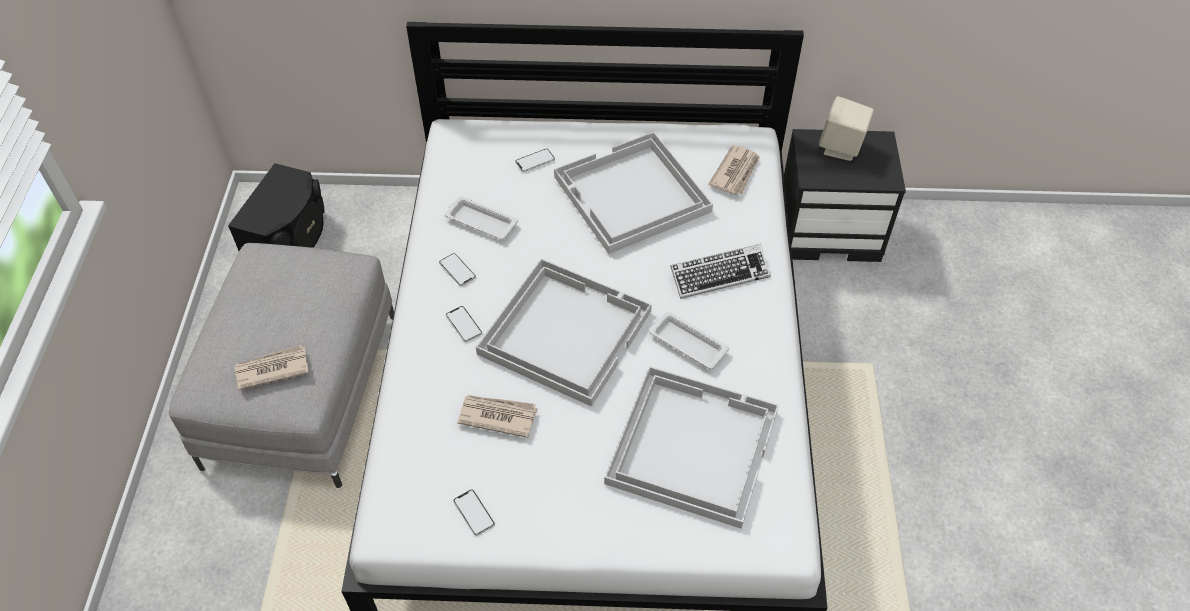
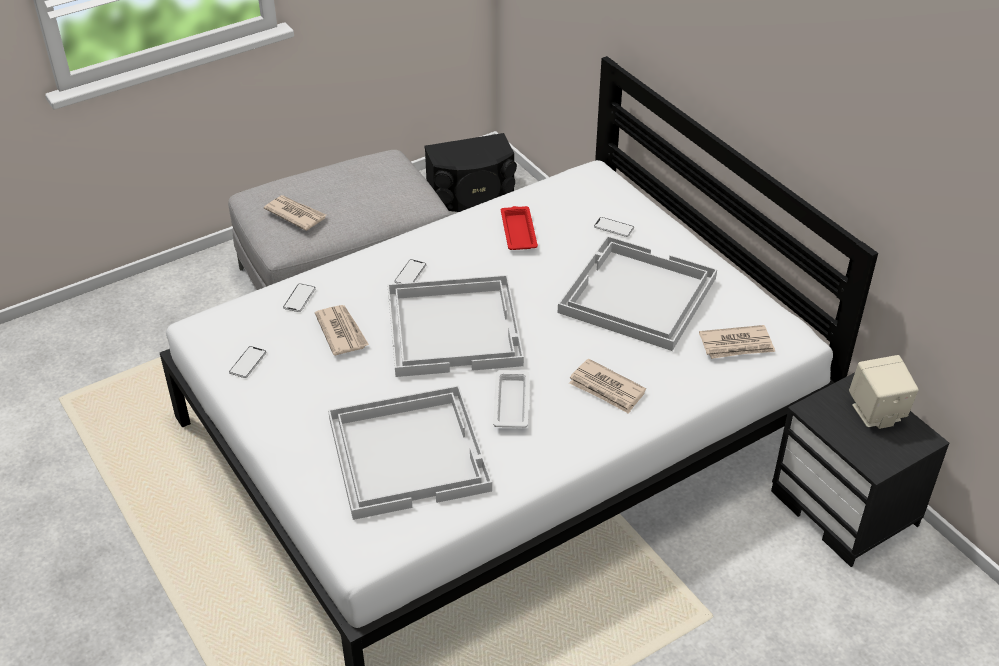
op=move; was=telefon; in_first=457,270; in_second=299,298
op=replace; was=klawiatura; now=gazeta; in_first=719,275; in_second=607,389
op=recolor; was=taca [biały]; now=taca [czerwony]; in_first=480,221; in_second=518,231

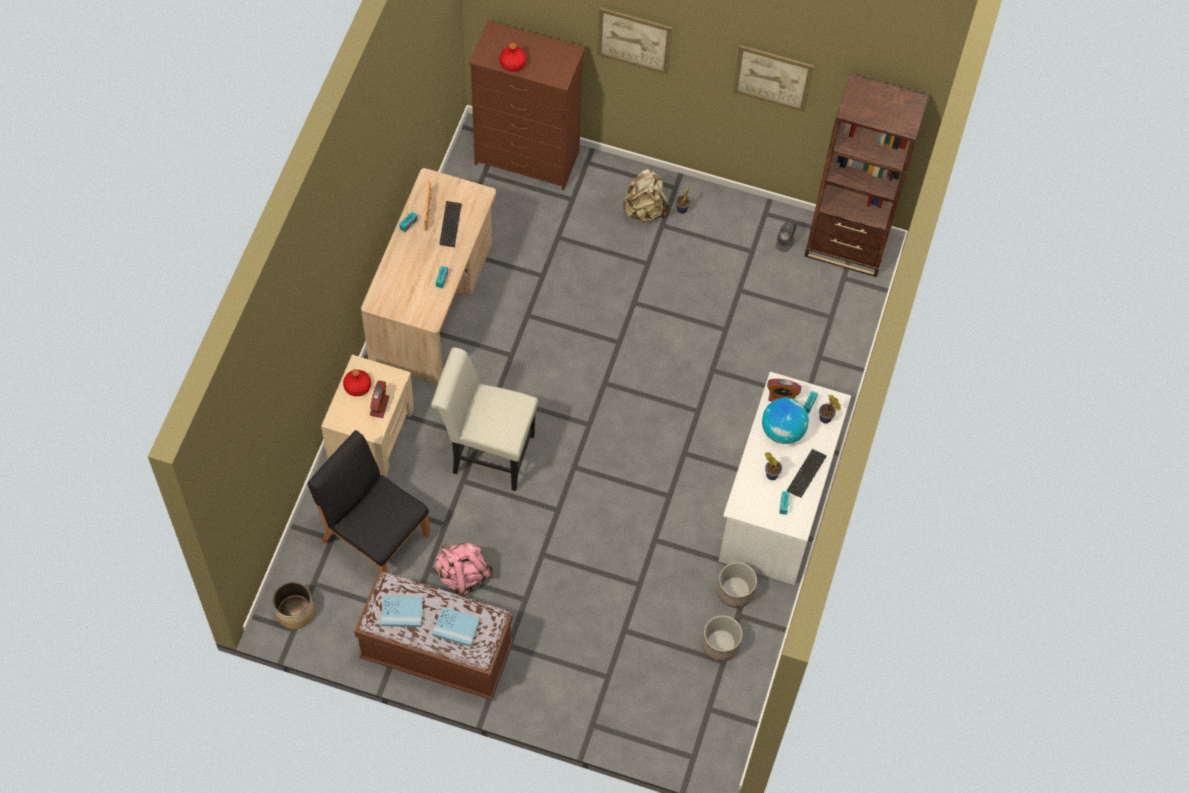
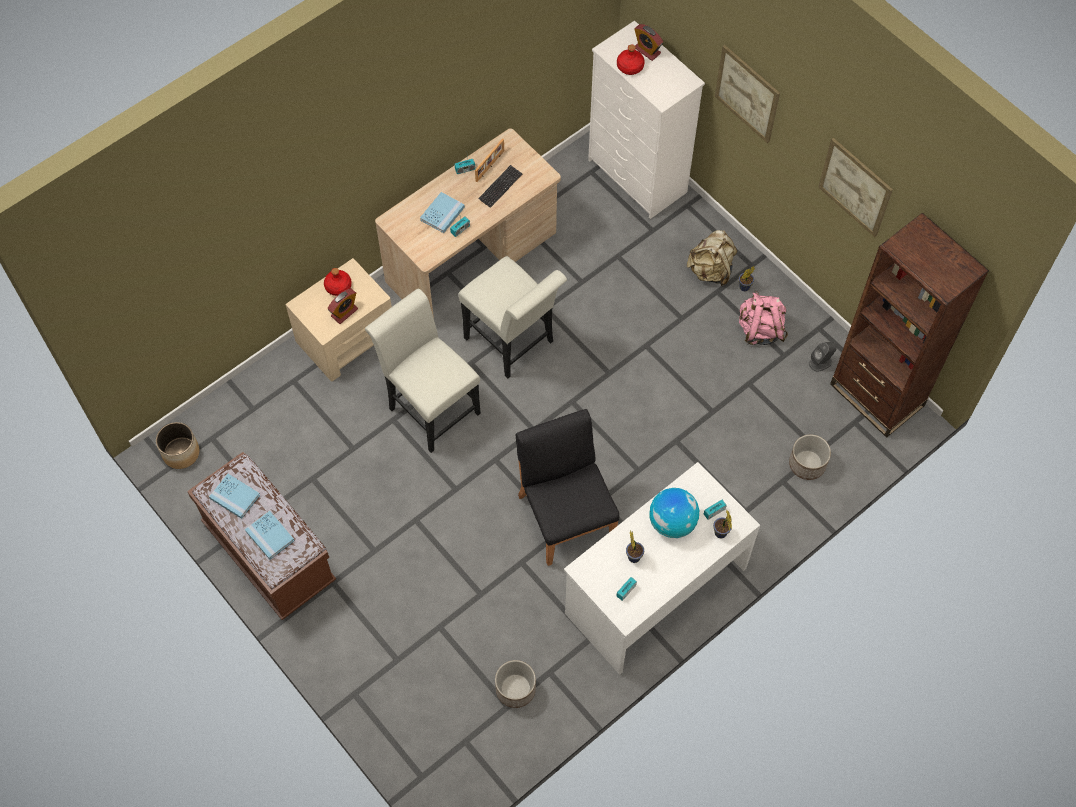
op=delete; was=klawiatura; in_first=806,474
op=insert; now=książka [niebieski]; in_second=442,213
op=insert; now=krzesło [biały]; in_second=513,344
op=move; was=krzesło [czarny]; in_first=375,536; in_second=566,516
op=move; was=plecak [różowy]; in_first=463,575; in_second=760,330
op=move; was=donica; in_first=735,591; in_second=807,464
op=move; was=budzik; in_first=781,397; in_second=647,50
op=recolor; was=komoda [brązowy]; now=komoda [biały]; in_first=527,158; in_second=637,177

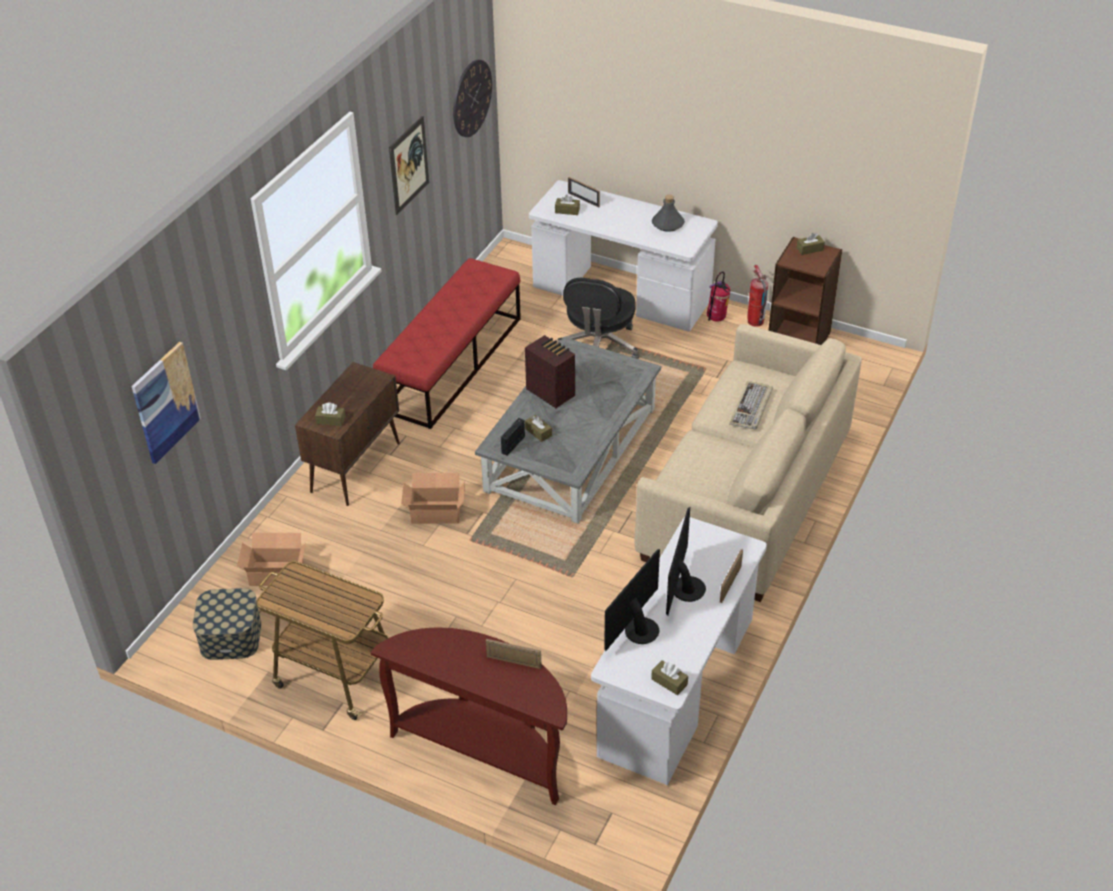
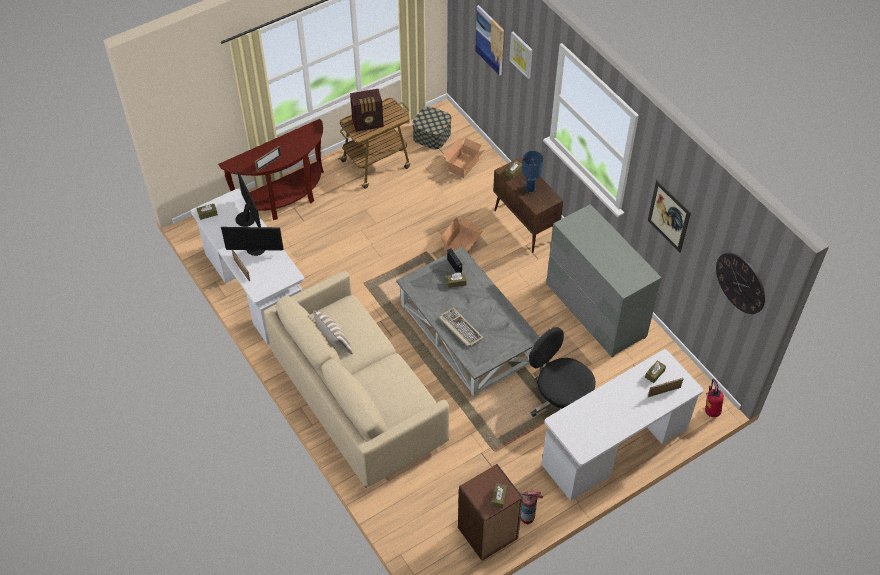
op=delete; was=butelka [szary]; in_first=667,224
op=insert; now=poduszka; in_second=334,344
op=insert; now=obraz; in_second=521,54
op=insert; now=lampa stołowa [niebieski]; in_second=530,189
op=move; was=radio; in_first=550,392; in_second=368,123
op=move; was=gaśnica; in_first=716,319; in_second=710,411
op=move; was=klawiatura; in_first=751,407; in_second=460,328
op=replace; was=ławka [czerwony]; now=komoda [szary]; in_first=452,363; in_second=595,311
op=rotate; was=monitor; in_first=684,588; in_second=256,250; clockwise=135

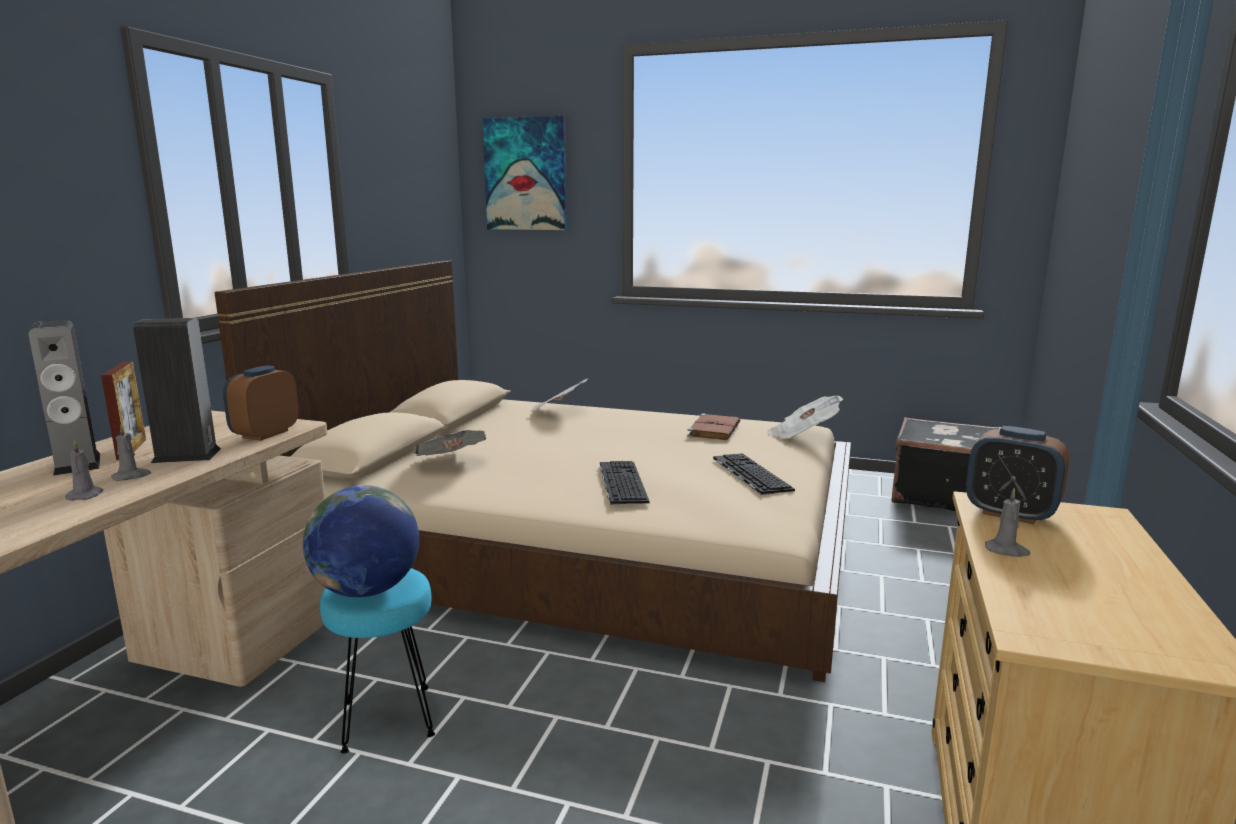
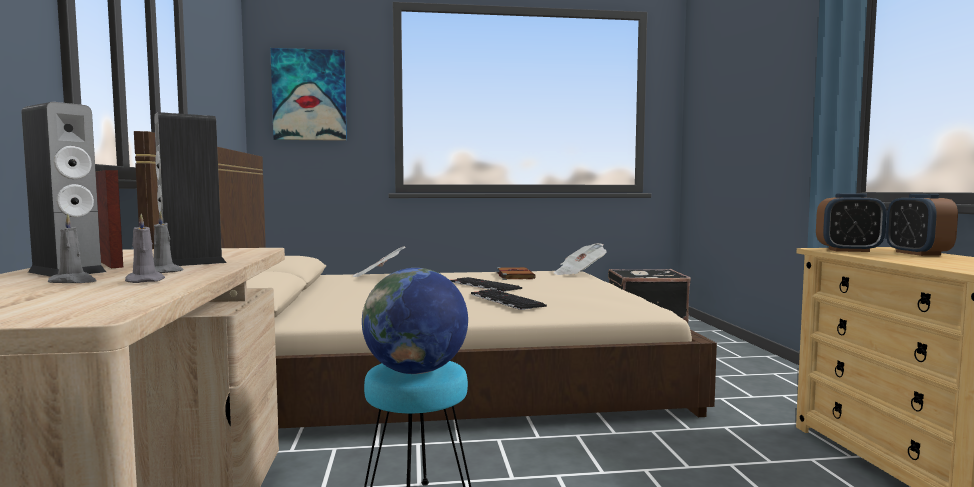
op=delete; was=gazeta; in_first=450,463
op=move; was=budzik; in_first=265,434; in_second=917,253
op=move; was=klawiatura; in_first=749,474; in_second=483,285
op=move; was=świeca [szary]; in_first=1007,551; in_second=74,282

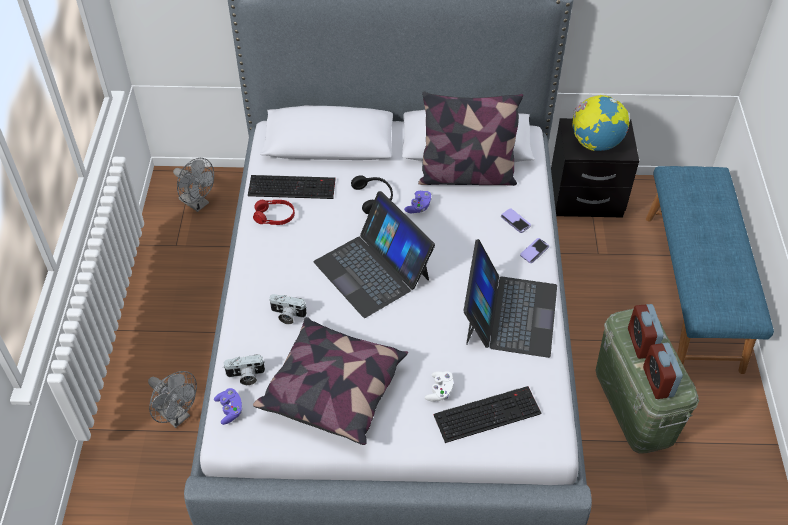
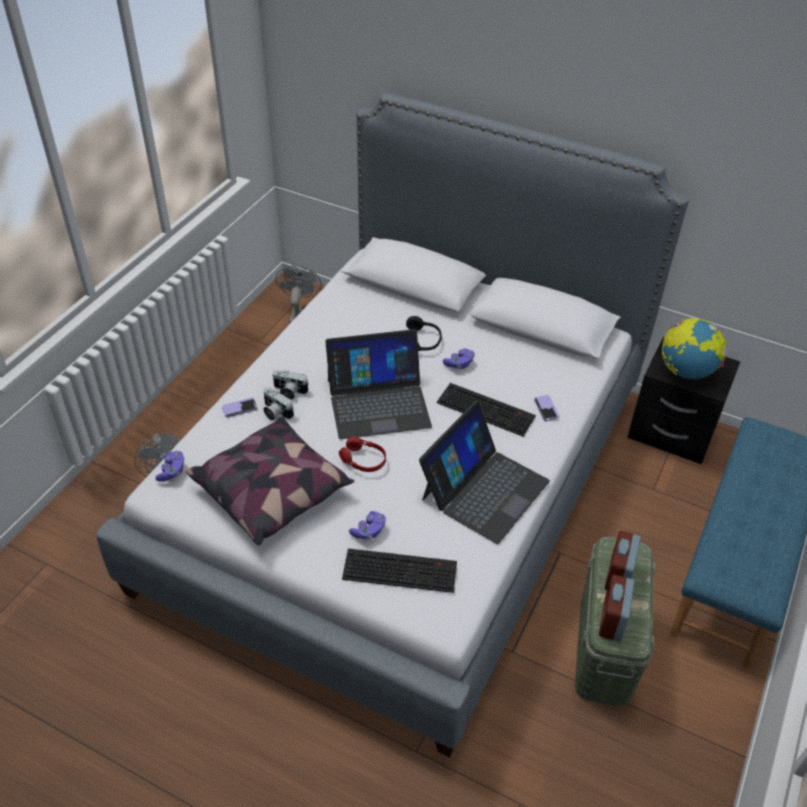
op=delete; was=poduszka; in_first=466,175
op=move; was=aparat fotograficzny; in_first=245,376; in_second=289,391
op=move; was=klawiatura; in_first=293,186; in_second=487,409
op=move; was=słuchawki [czerwony]; in_first=274,217; in_second=363,460
op=move; was=telefon; in_first=534,251; in_second=240,408
op=recolor; was=pad do gier [biały]; now=pad do gier [fioletowy]; in_first=439,391; in_second=369,531
op=rotate; was=wentylator [szary]; in_first=197,203; in_second=299,313; clockwise=-150
op=rotate; was=laptop; in_first=372,270; in_second=378,402; clockwise=-90

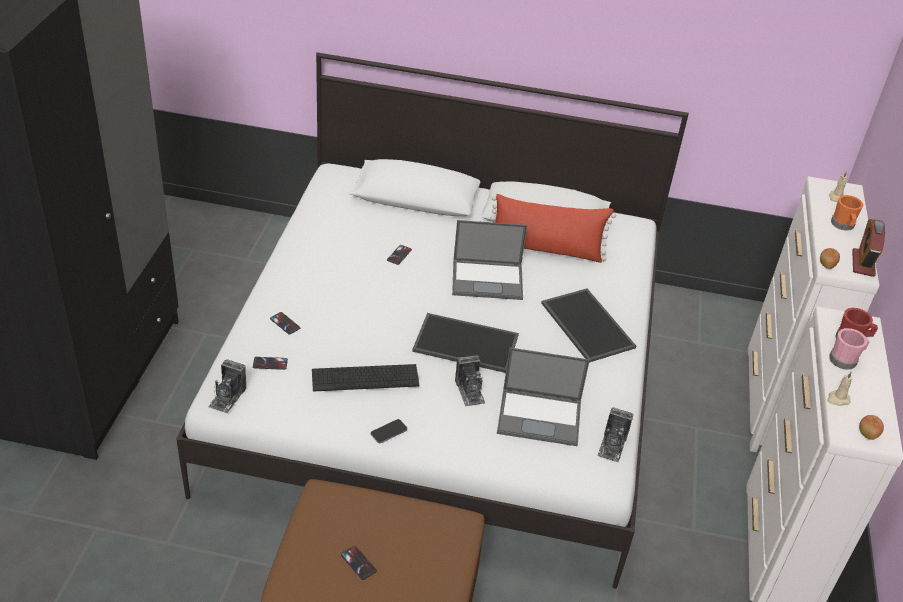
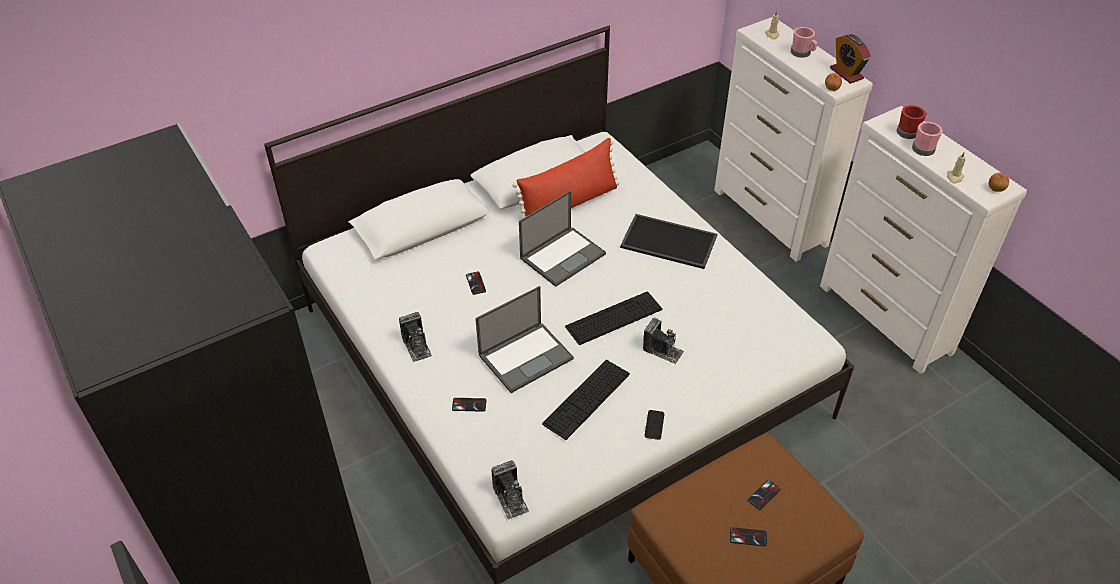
op=move; was=telefon; in_first=270,363; in_second=764,495
op=move; was=laptop; in_first=540,416; in_second=526,356
op=move; was=aparat fotograficzny; in_first=612,445; in_second=417,346
op=replace; was=taca; now=klawiatura; in_first=464,344; in_second=614,318
op=recolor; was=kubek [pomarańczowy]; now=kubek [różowy]; in_first=843,225; in_second=802,53

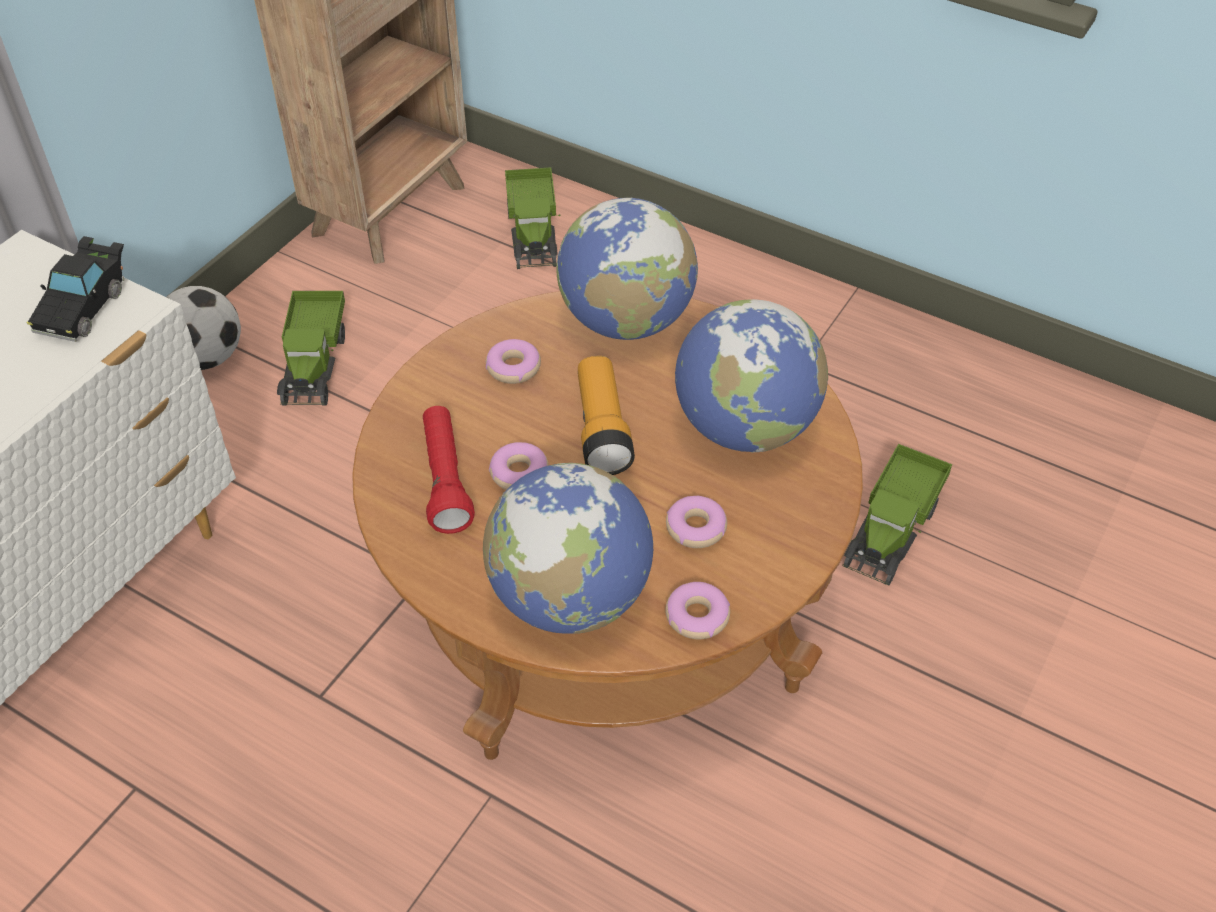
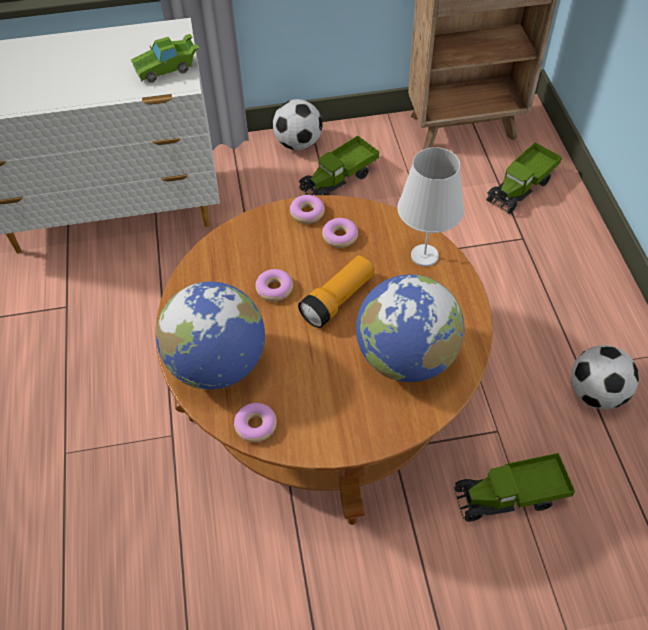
op=delete; was=latarka [czerwony]; in_first=445,480
op=insert; now=piłka futbolowa; in_second=596,393
op=move; was=donut; in_first=696,528; in_second=307,213
op=replace; was=globus; now=lampa stołowa [biały]; in_first=626,321; in_second=424,255
op=recolor; was=samochodzik [czarny]; now=samochodzik [zielony]; in_first=85,306; in_second=167,68

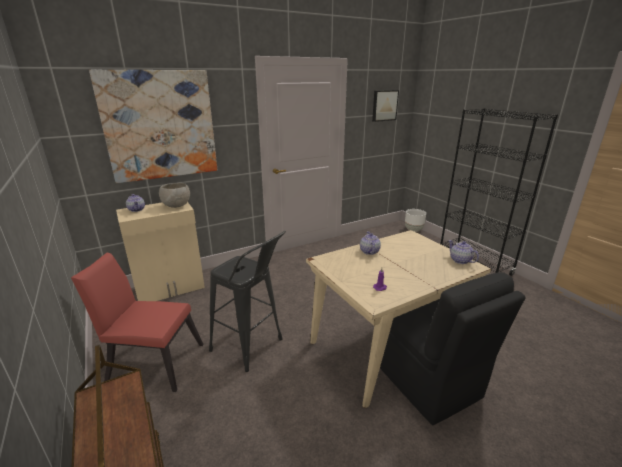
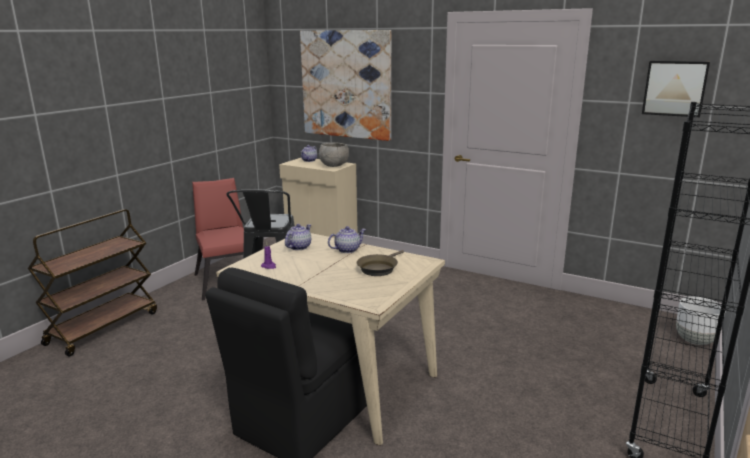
op=insert; now=patelnia [brązowy]; in_second=379,268
op=move; was=imbryk; in_first=460,260; in_second=299,247

